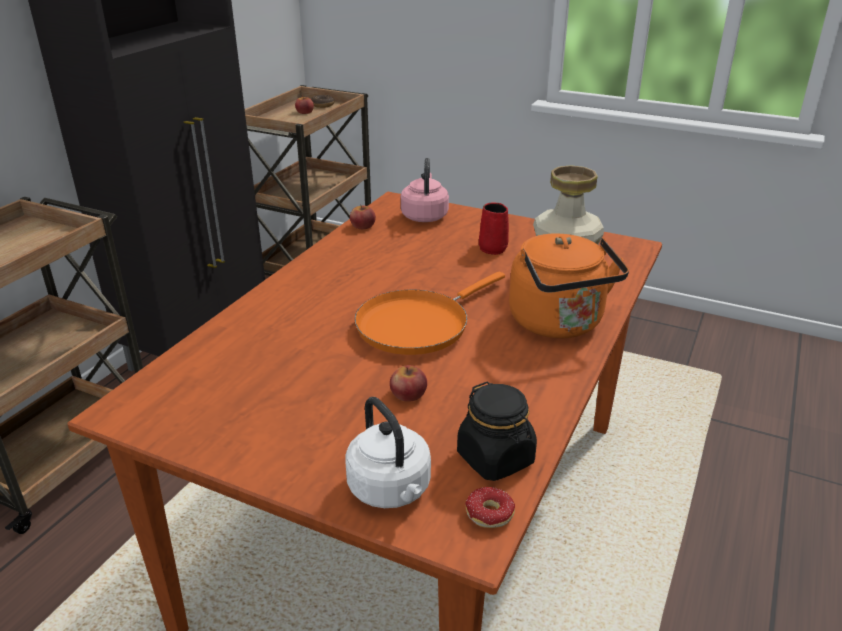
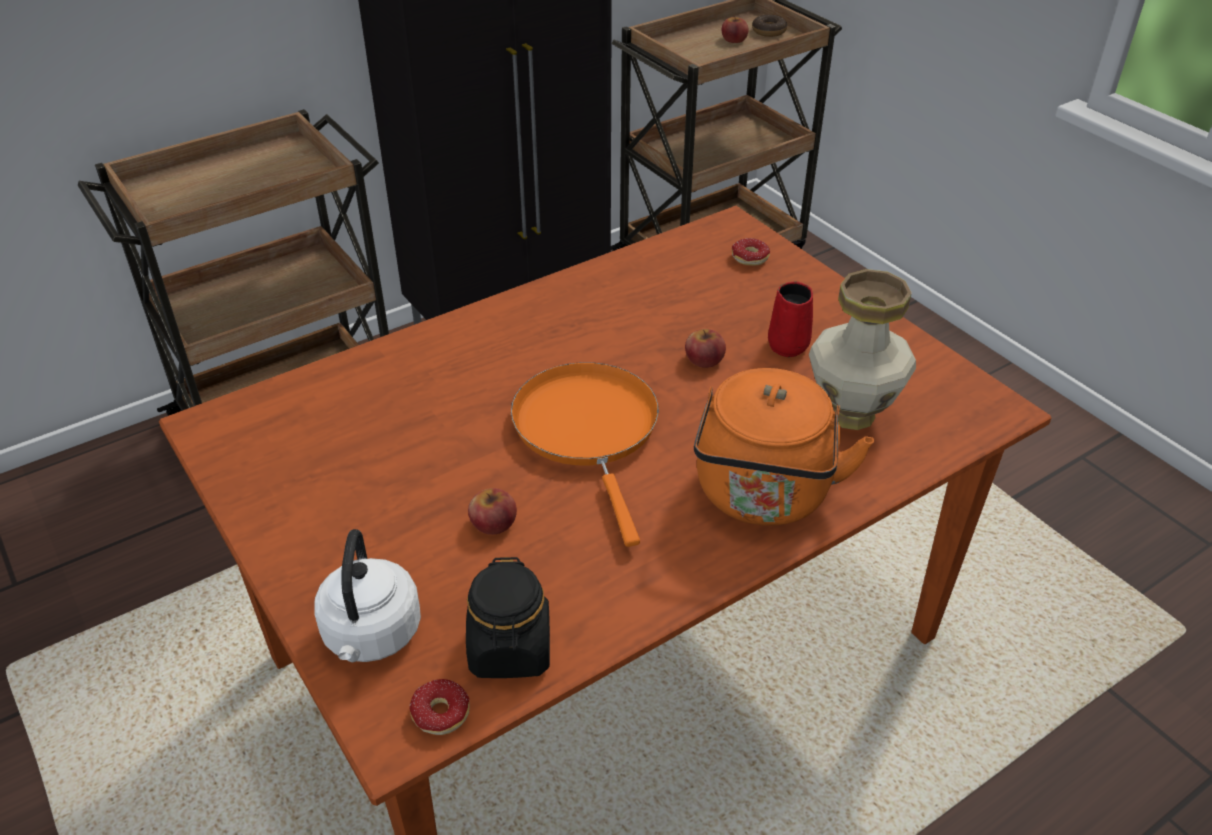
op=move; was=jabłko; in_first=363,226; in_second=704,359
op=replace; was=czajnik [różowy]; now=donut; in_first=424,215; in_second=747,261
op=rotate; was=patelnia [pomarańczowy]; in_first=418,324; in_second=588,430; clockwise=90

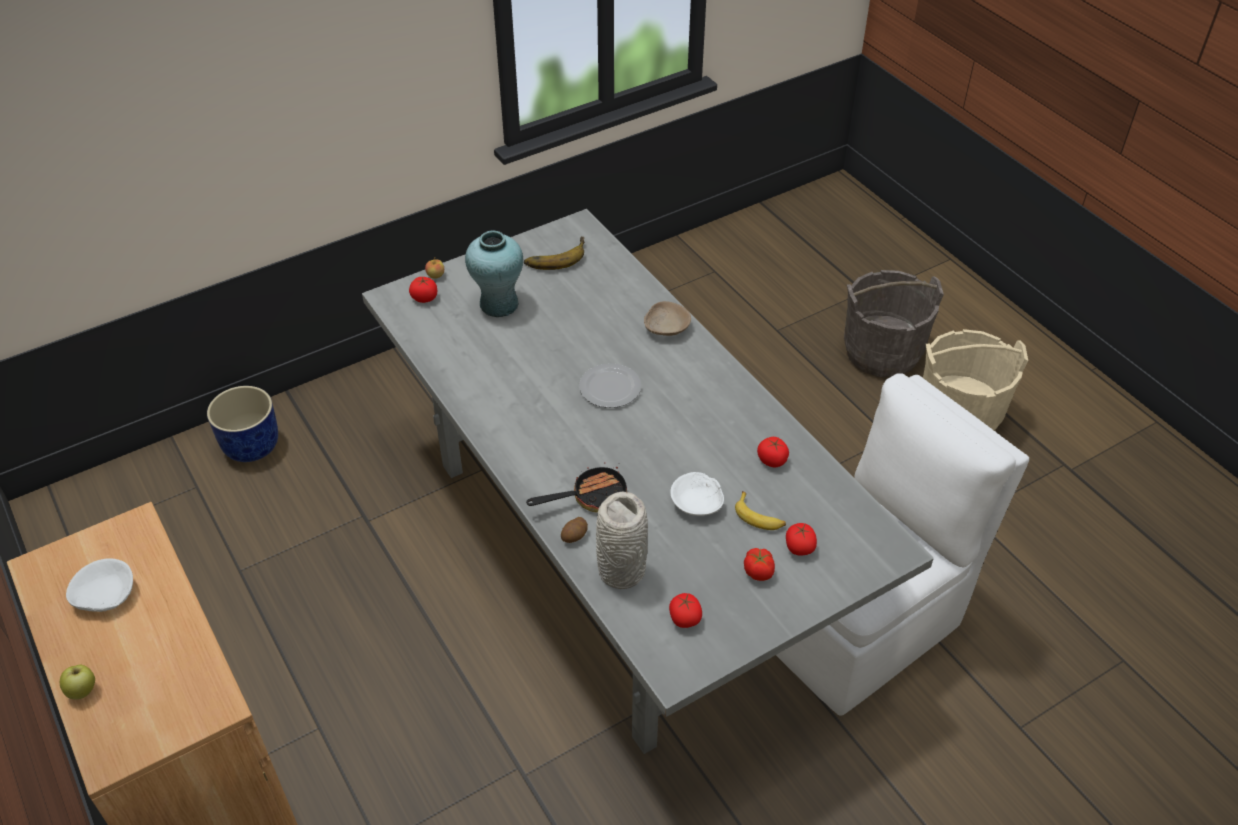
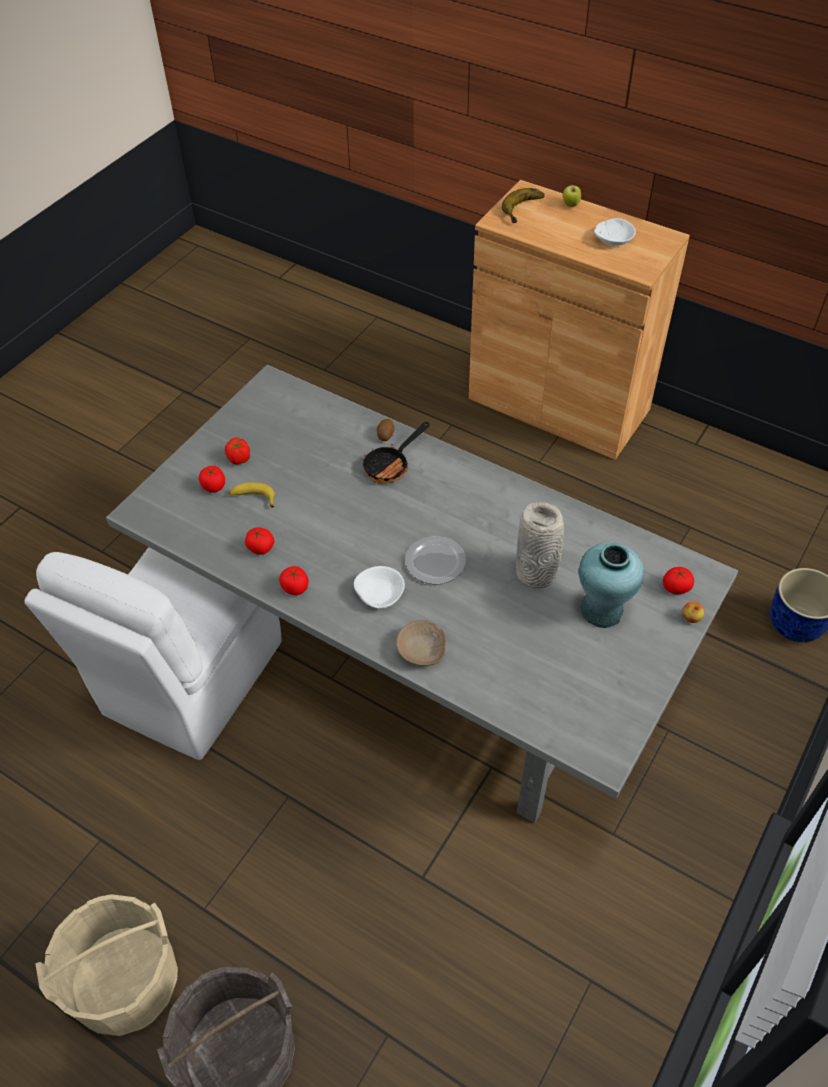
op=move; was=banan; in_first=555,256; in_second=526,209
op=move; was=wazon [szary]; in_first=621,570; in_second=537,574
op=move; was=pomidor; in_first=684,618; in_second=295,587
op=move; was=miska [biały]; in_first=697,502; in_second=379,594

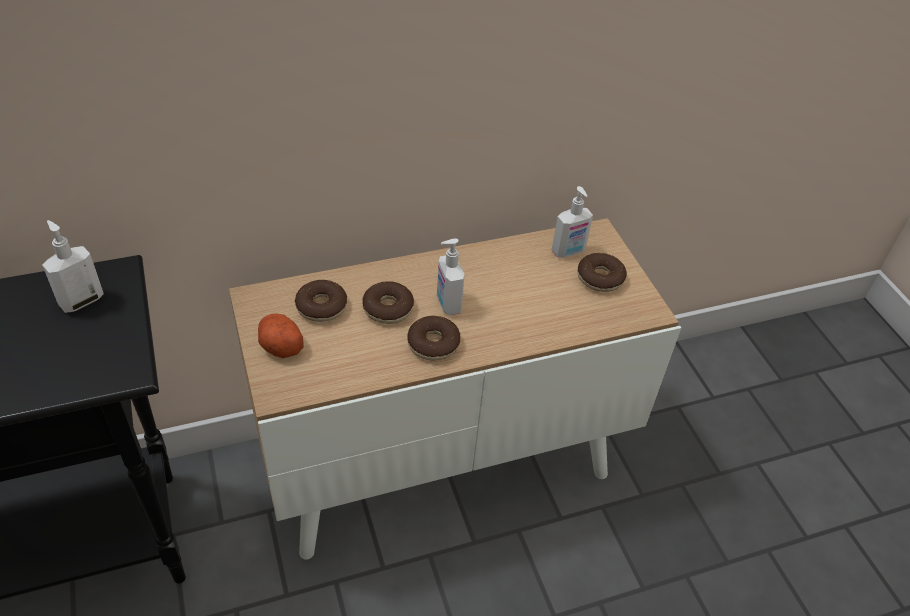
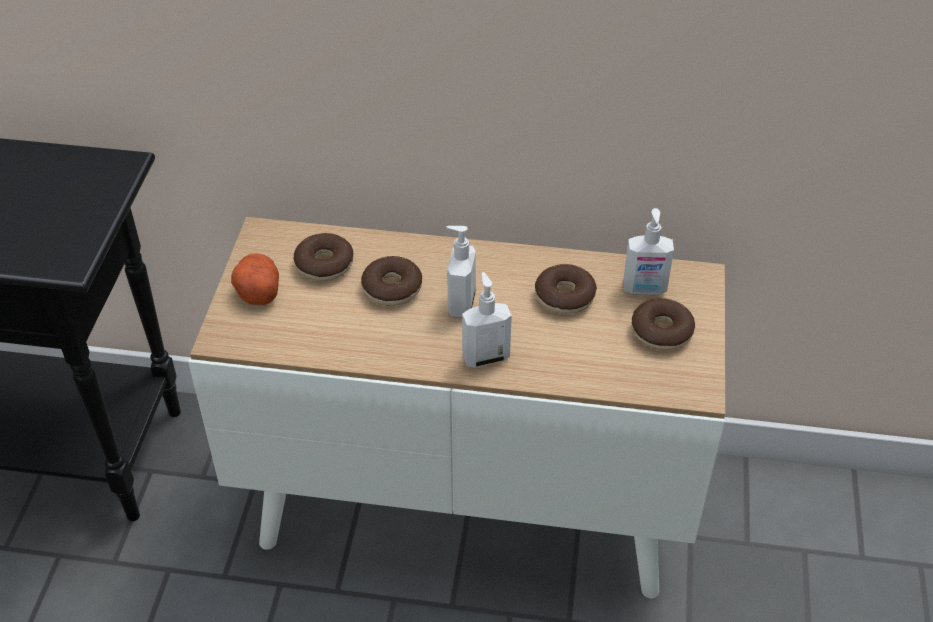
op=move; was=dozownik mydła; in_first=81,300; in_second=485,357
op=move; was=donut; in_first=433,344; in_second=564,296

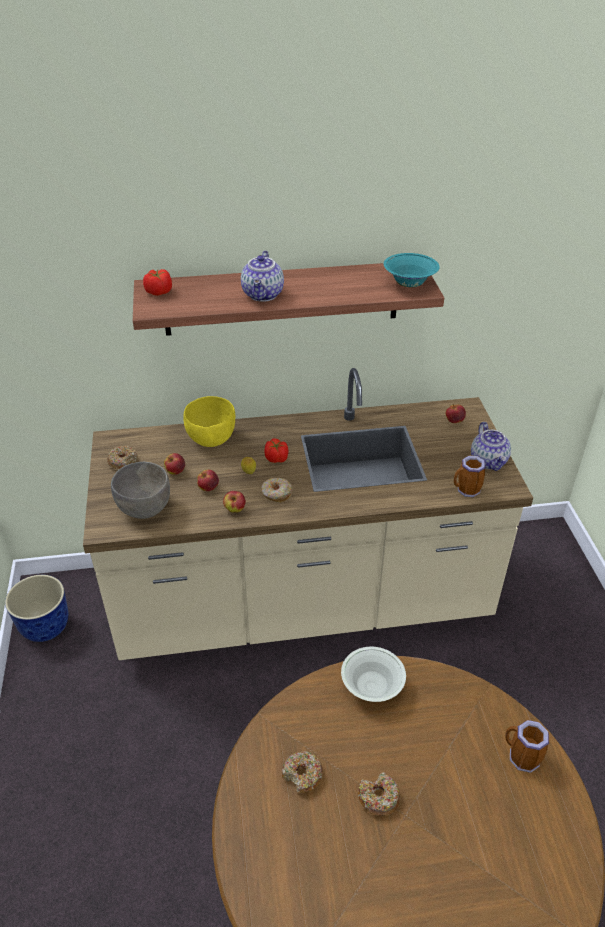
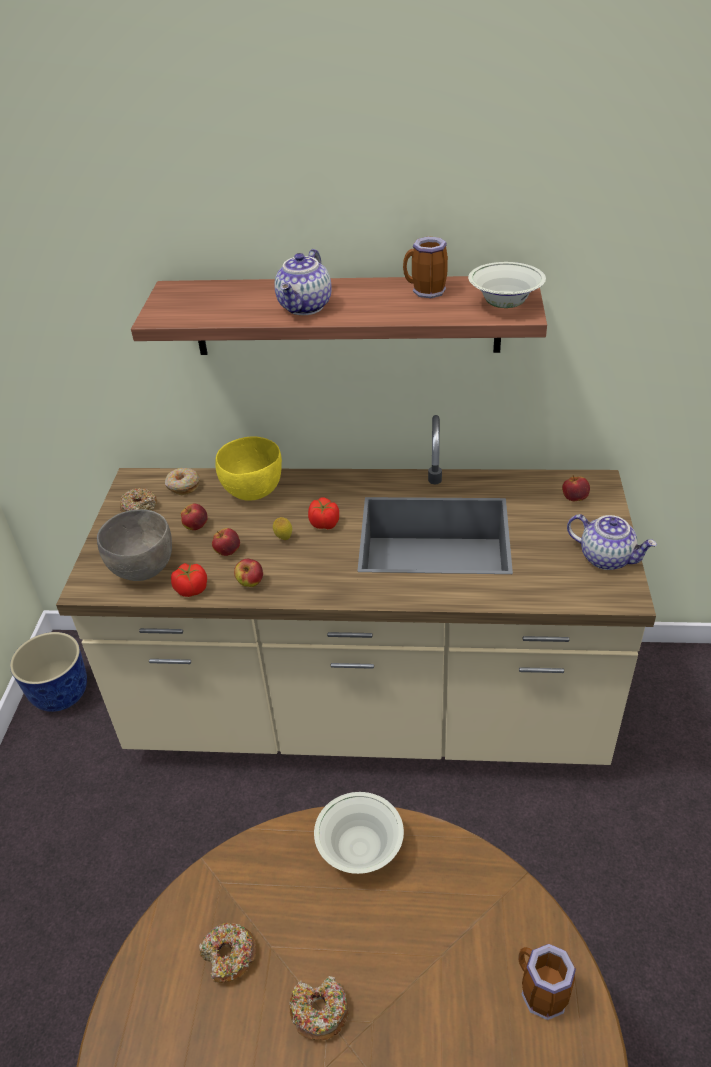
op=move; was=pomidor; in_first=158,292; in_second=191,589
op=move; was=donut; in_first=276,494; in_second=183,486
op=move; was=kubek; in_first=466,491; in_second=426,292
op=recolor; was=miska [turkusowy]; now=miska [biały]; in_first=409,284; in_second=504,305
op=rotate; was=imbryk; in_first=489,461; in_second=607,558; clockwise=-60

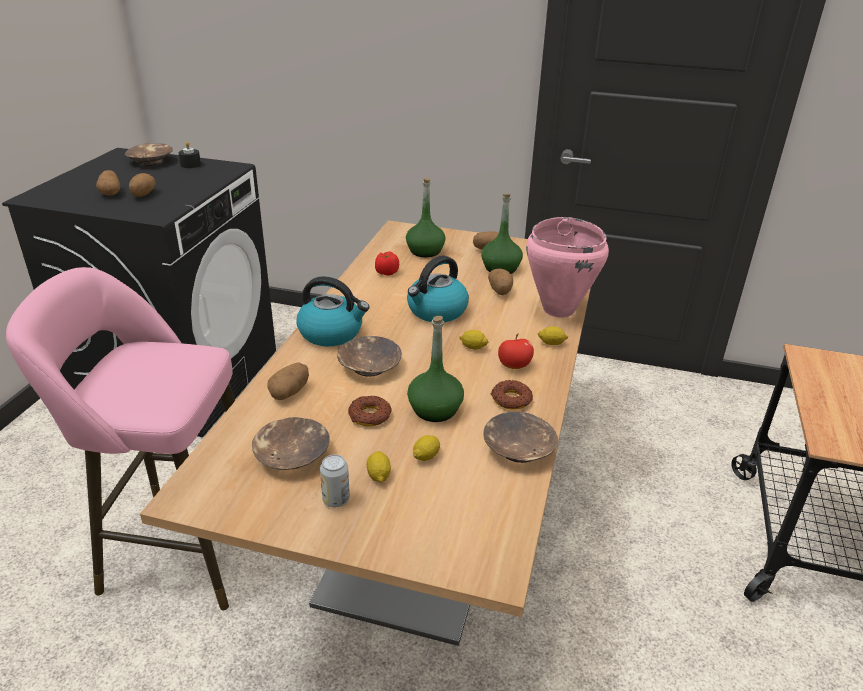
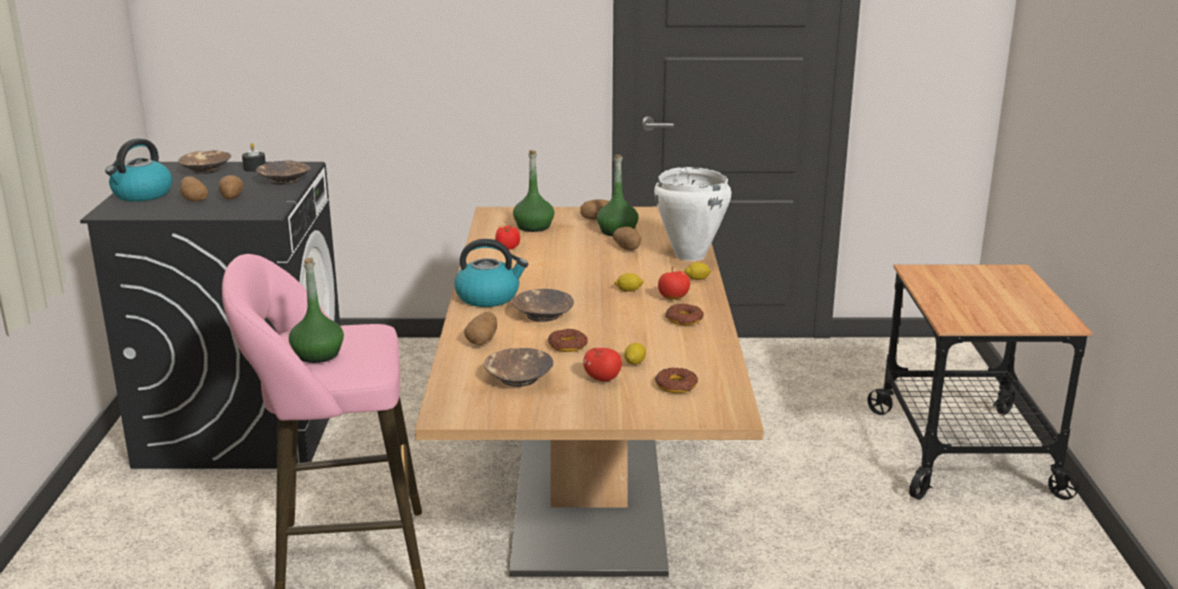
op=delete; was=puszka; in_first=336,499
op=insert; now=donut; in_second=676,385
op=move; was=czajnik; in_first=436,311; in_second=142,195
op=move; was=butelka [zielony]; in_first=435,409; in_second=317,354
op=move; was=miska [brązowy]; in_first=518,449; in_second=284,180
op=replace; was=cytryna; now=jabłko; in_first=379,475; in_second=603,379
op=recolor; was=garnek [różowy]; now=garnek [biały]; in_first=558,310; in_second=689,255

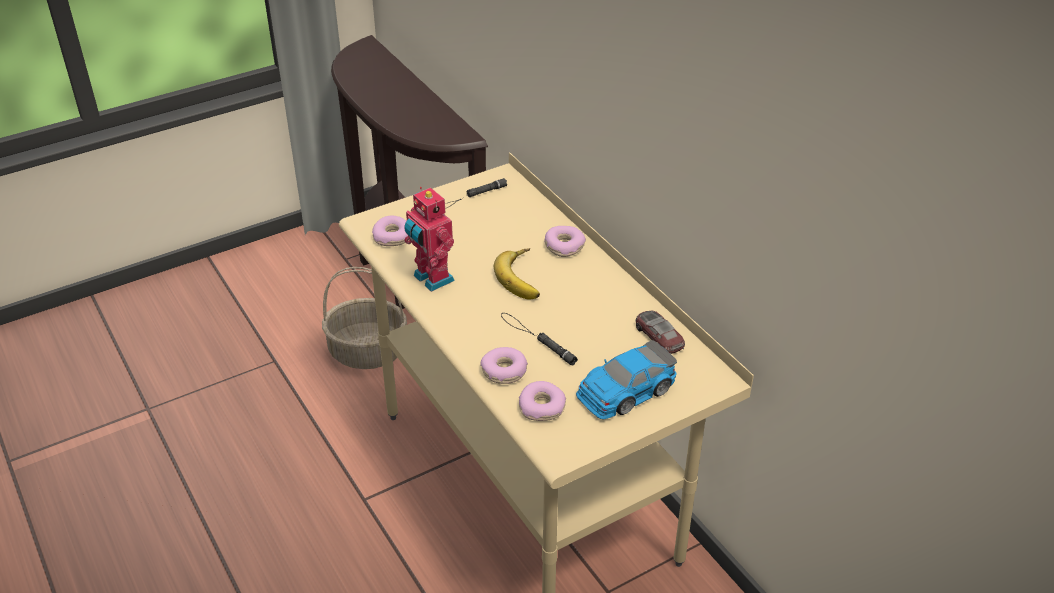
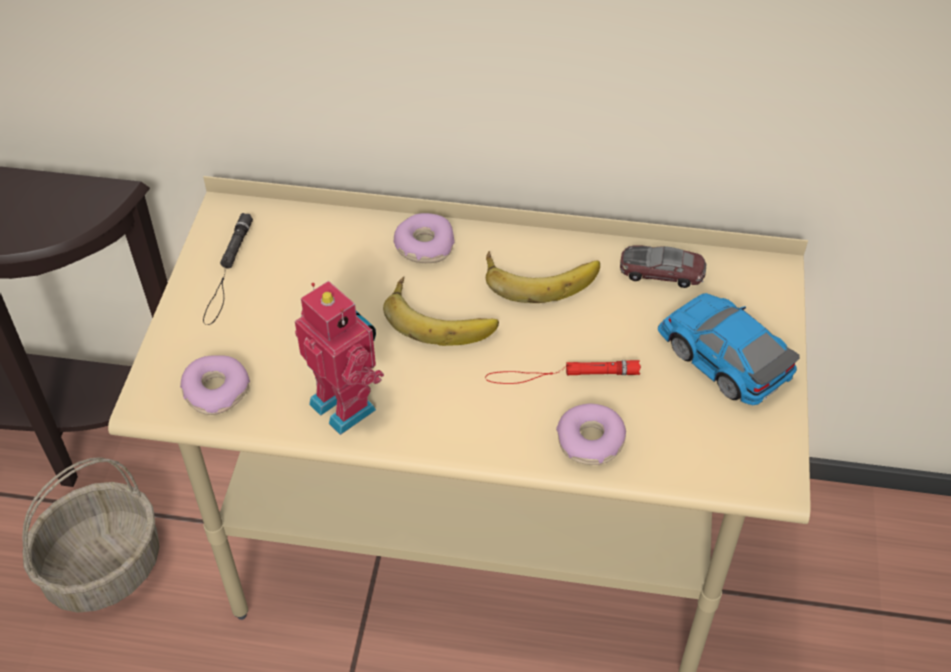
op=delete; was=donut; in_first=542,407
op=insert; now=banan; in_second=540,276
op=recolor; was=latarka [czarny]; now=latarka [czerwony]; in_first=537,339; in_second=562,375
op=rotate; was=robot zabawkowy; in_first=431,279; in_second=346,404; clockwise=-135
op=rotate; was=samochodzik; in_first=625,391; in_second=723,356; clockwise=135

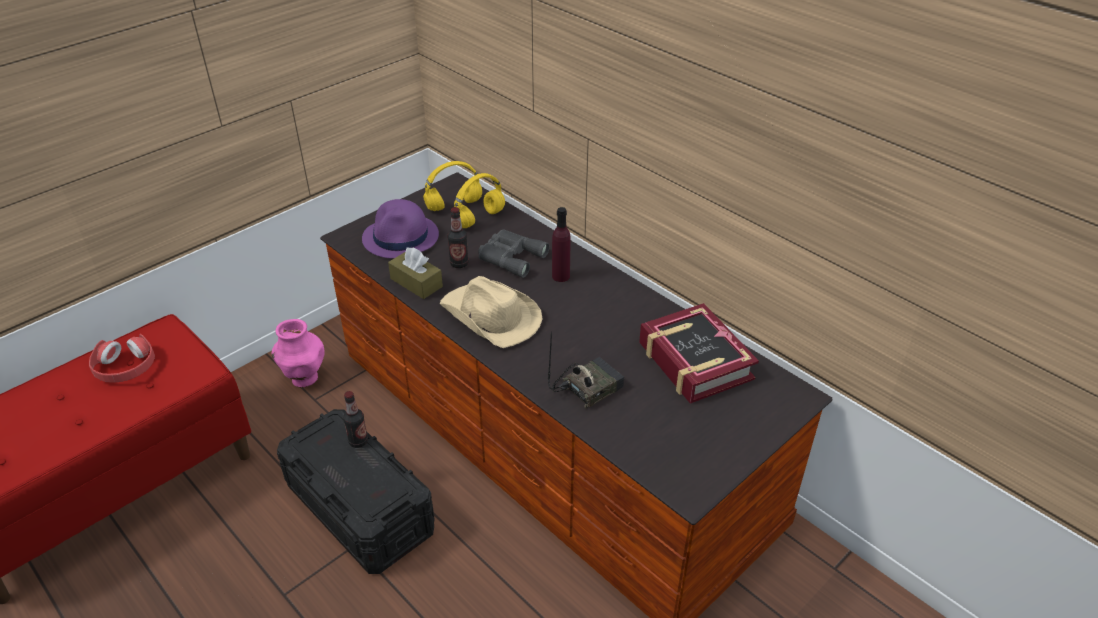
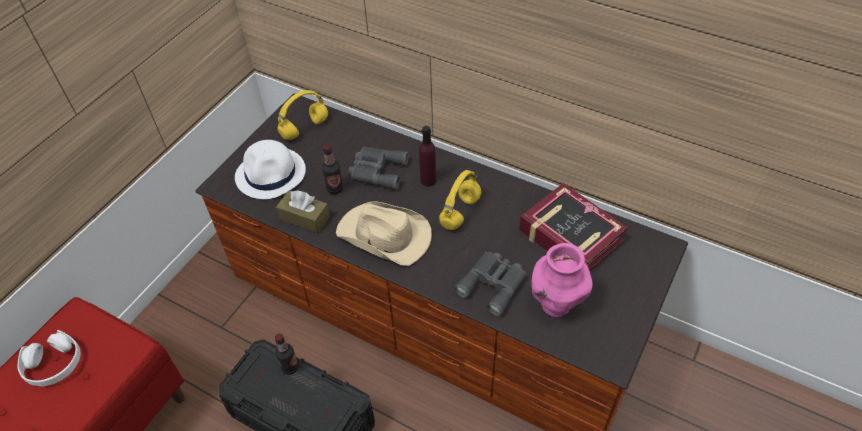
op=move; was=wazon [różowy]; in_first=304,379; in_second=556,304
op=move; was=słuchawki [żółty]; in_first=479,219; in_second=460,213
op=replace; was=radio; now=lornetka [szary]; in_first=587,387; in_second=493,284
op=recolor; was=słuchawki [czerwony]; now=słuchawki [biały]; in_first=125,367; in_second=54,364
op=recolor; was=kapelusz [fioletowy]; now=kapelusz [biały]; in_first=401,237; in_second=271,174

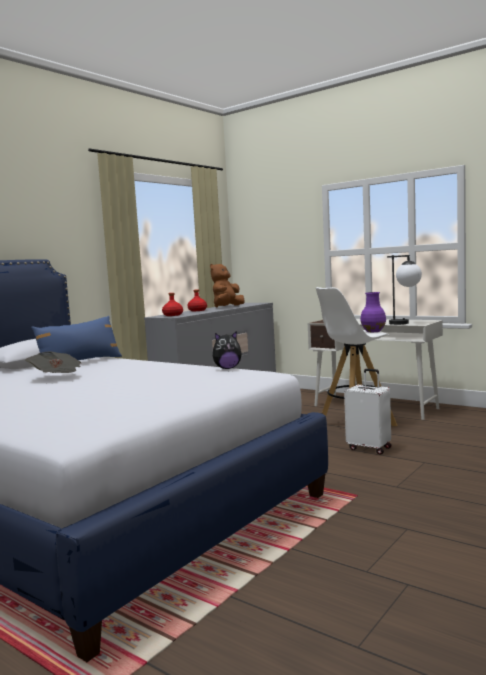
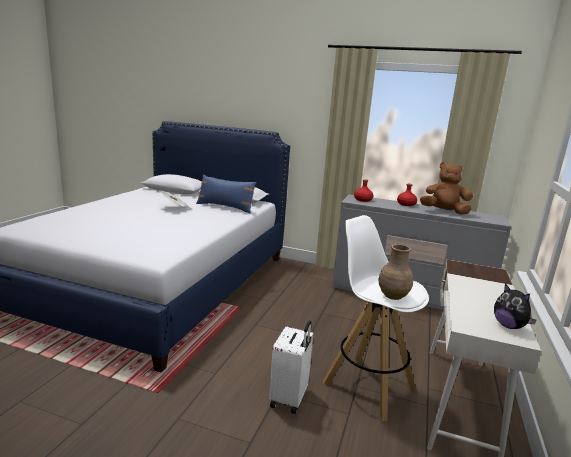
op=delete; was=lampa stołowa; in_first=405,324
op=move; was=pluszak; in_first=227,368; in_second=509,326
op=recolor; was=wazon [fioletowy]; now=wazon [brązowy]; in_first=373,331; in_second=393,296

